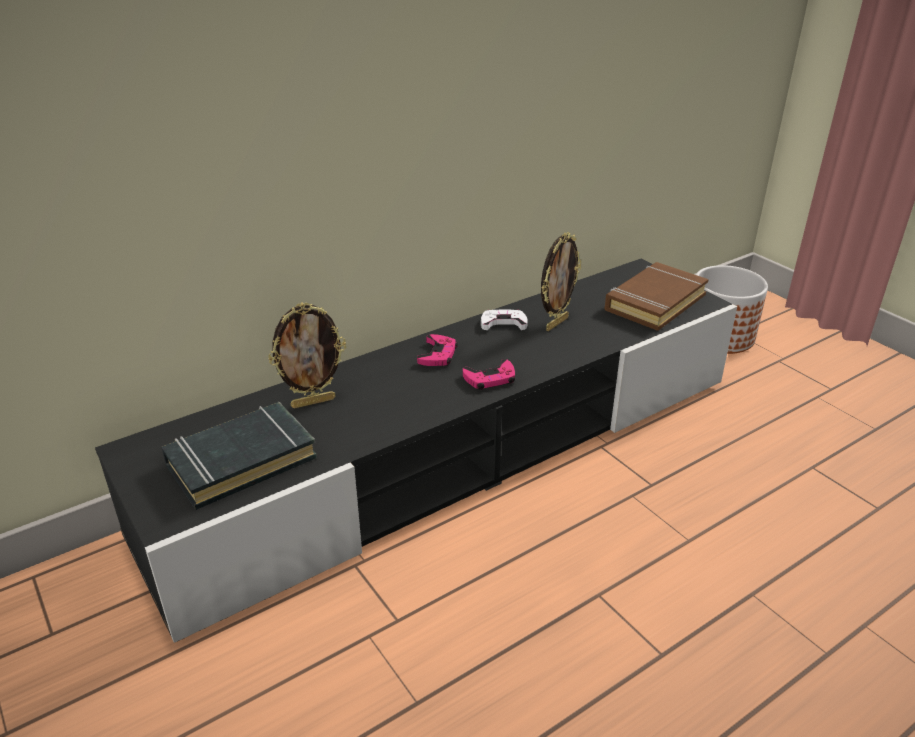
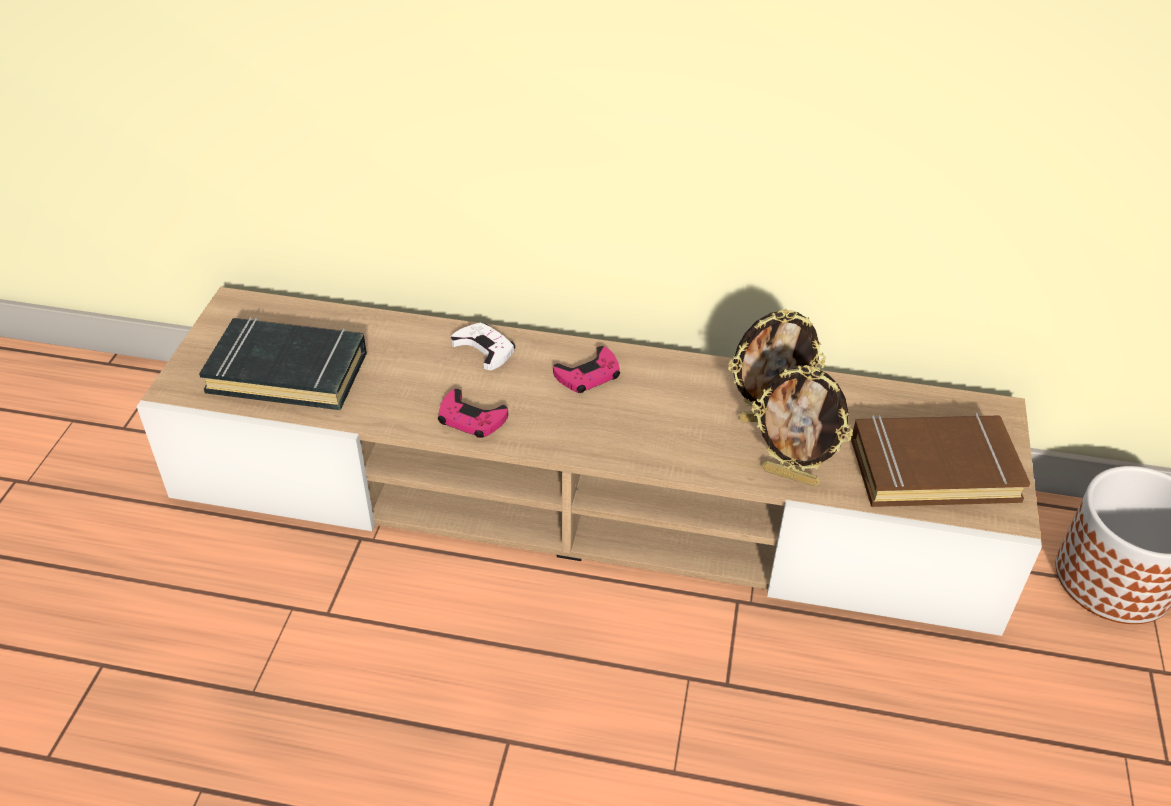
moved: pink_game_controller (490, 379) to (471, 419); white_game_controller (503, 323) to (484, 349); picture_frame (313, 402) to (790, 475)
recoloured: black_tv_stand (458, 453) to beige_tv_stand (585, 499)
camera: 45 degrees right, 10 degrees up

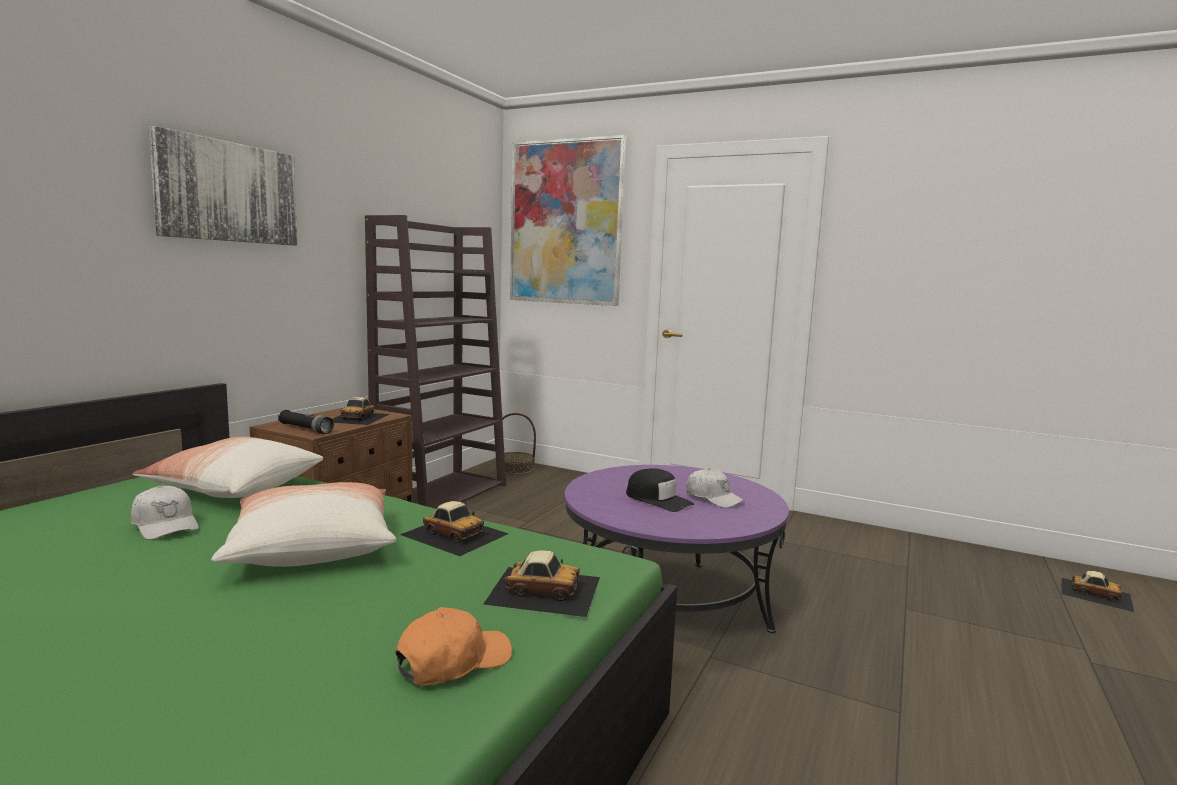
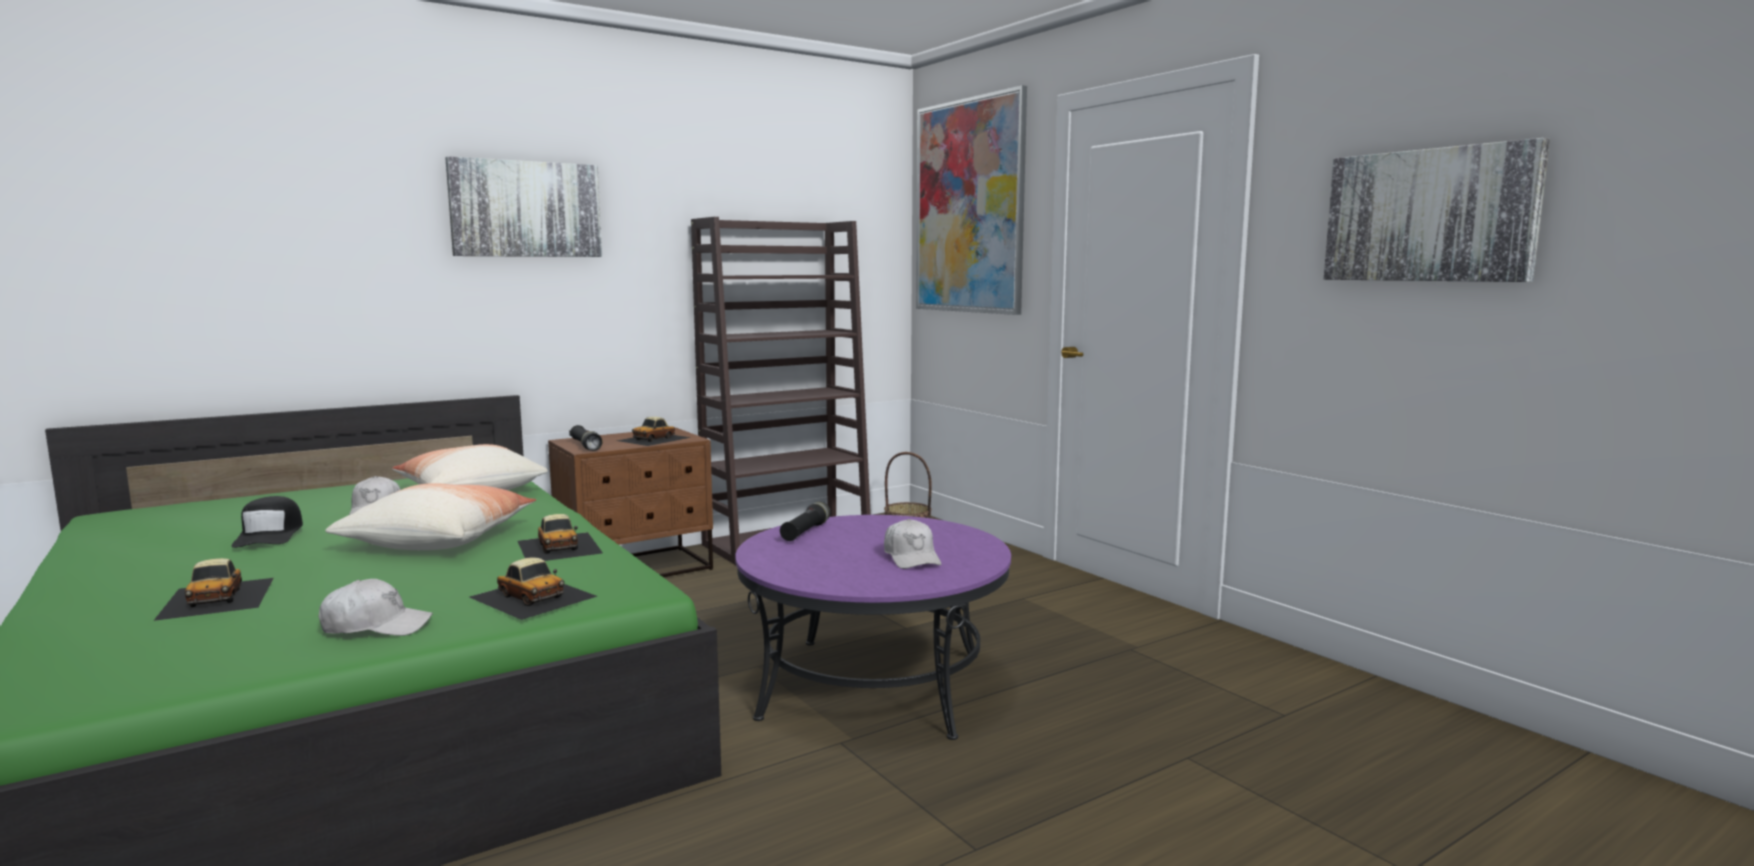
added: black_flashlight (805, 532); picture (1429, 215)
moved: toy_car (1095, 593) to (218, 597); black_cap (658, 500) to (270, 535)
recoloured: orange_cap (453, 662) to white_cap (376, 627)
camera: 30 degrees right, 0 degrees up

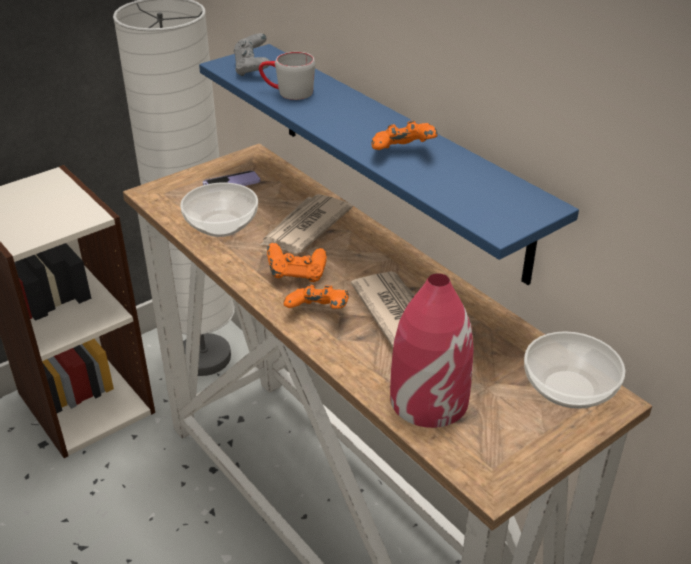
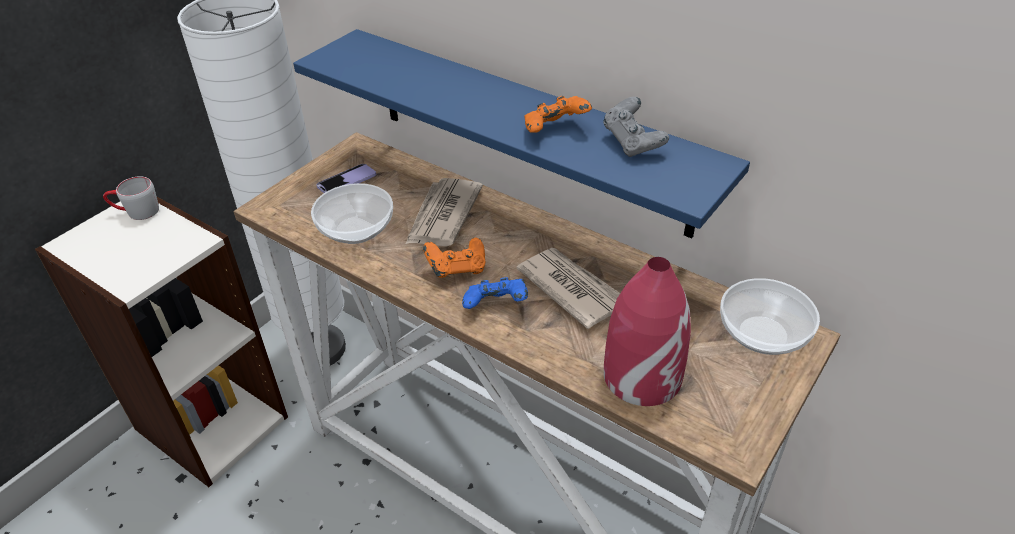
moved: grey_mug (287, 92) to (136, 212); grey_game_controller (252, 69) to (632, 143)
recoloured: orange_game_controller (318, 313) to blue_game_controller (496, 306)
camera: 15 degrees left, 5 degrees up

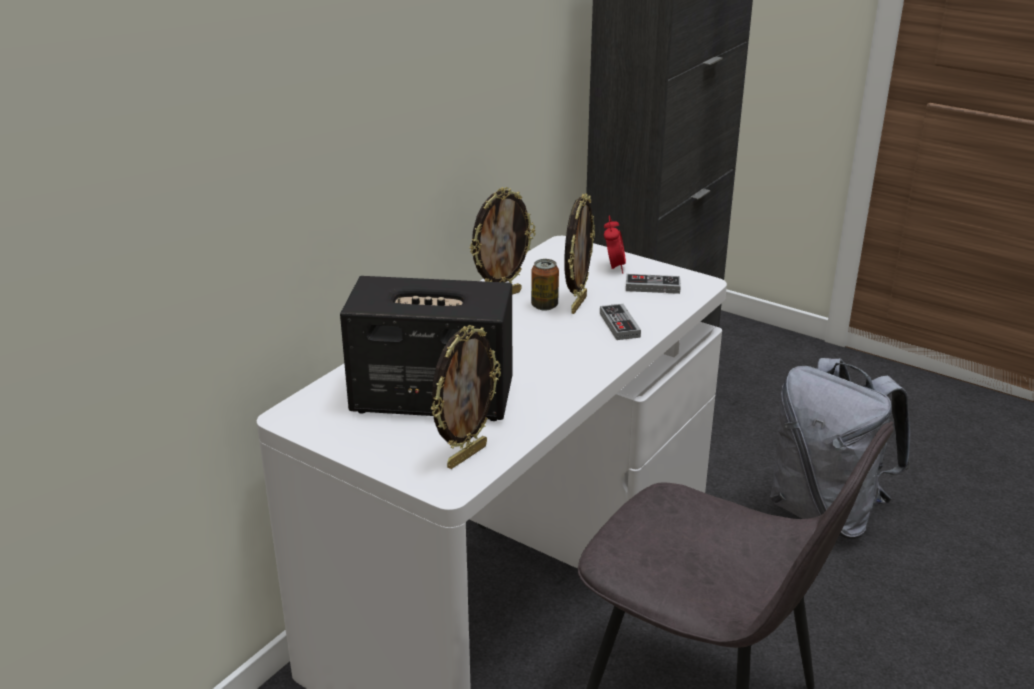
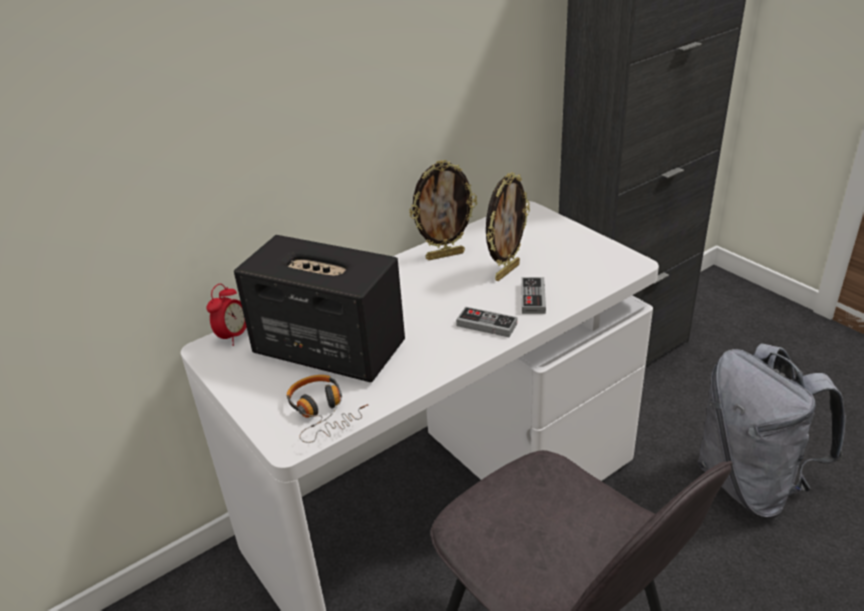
removed: can (544, 306)
moved: alarm_clock (613, 268) to (233, 336); game_controller (652, 287) to (486, 325)
replaced: picture_frame (466, 455) to headphones (323, 413)
camera: 20 degrees right, 5 degrees up

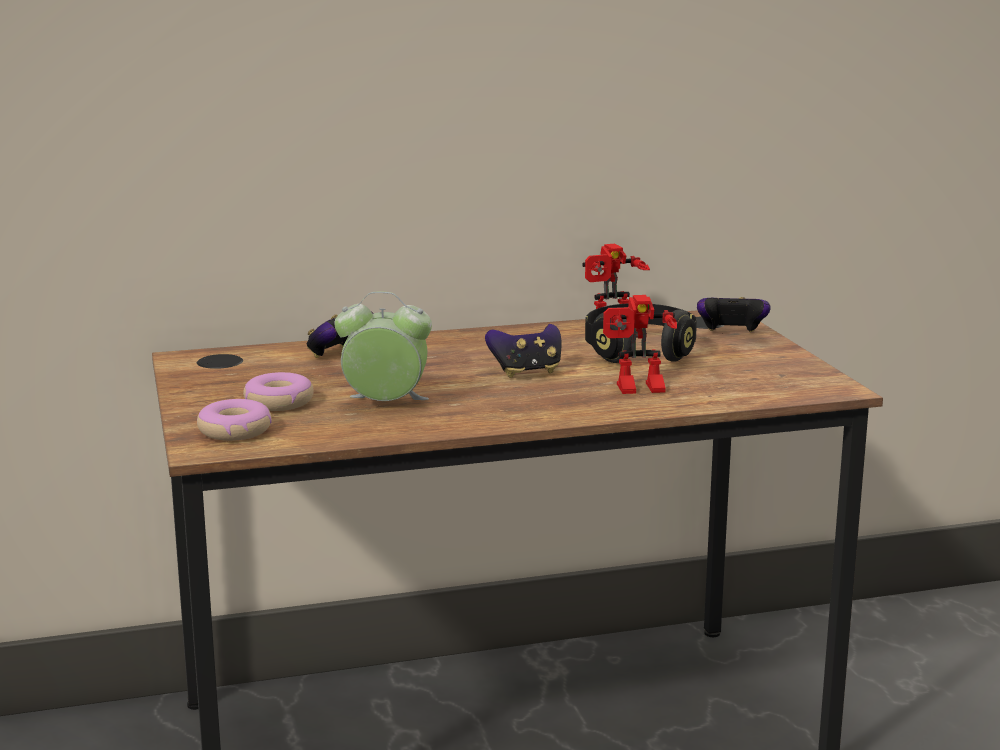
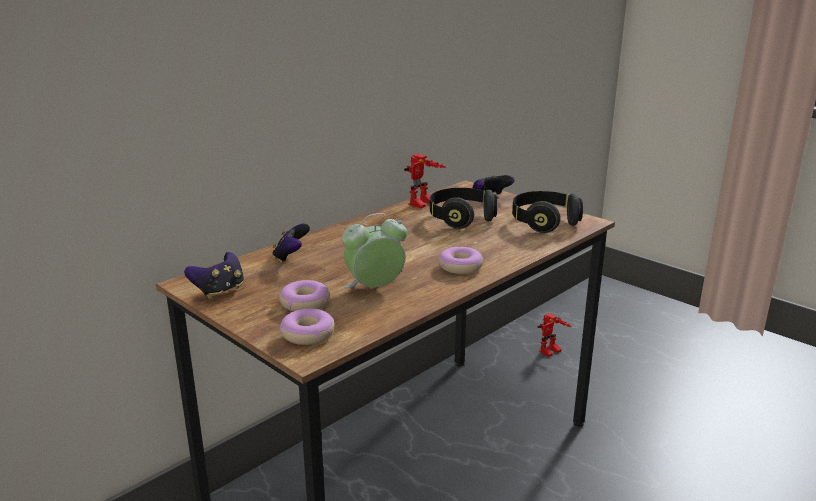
added: donut (460, 267); black_headphones (544, 222)
moved: game_controller (526, 372) to (219, 291); toy_robot (638, 390) to (551, 353)
camera: 30 degrees left, 5 degrees up

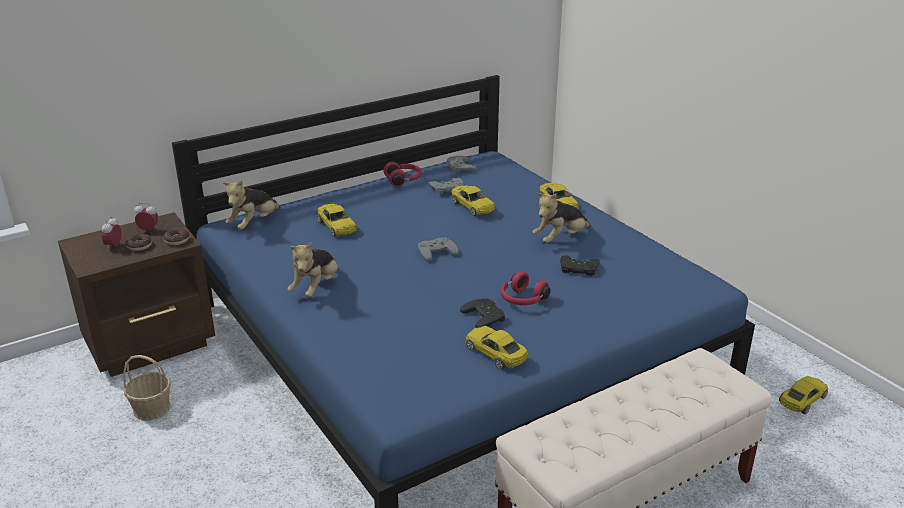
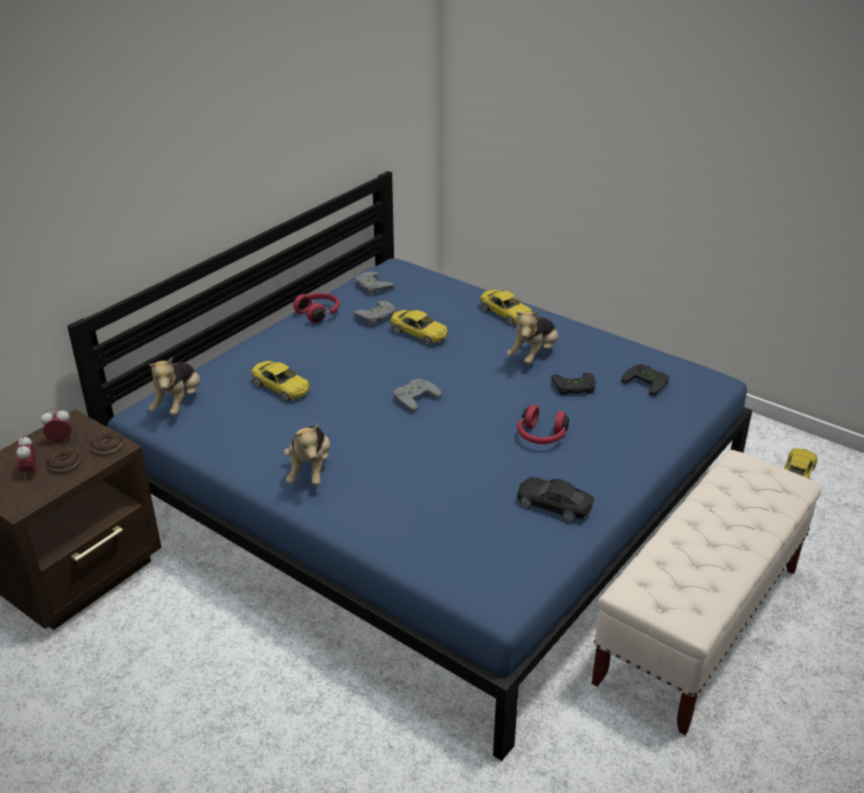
removed: basket (151, 408)
moved: black_game_controller (486, 316) to (648, 381)
recoloured: yellow_toy_car (496, 353) to black_toy_car (554, 505)
camera: 20 degrees left, 5 degrees up

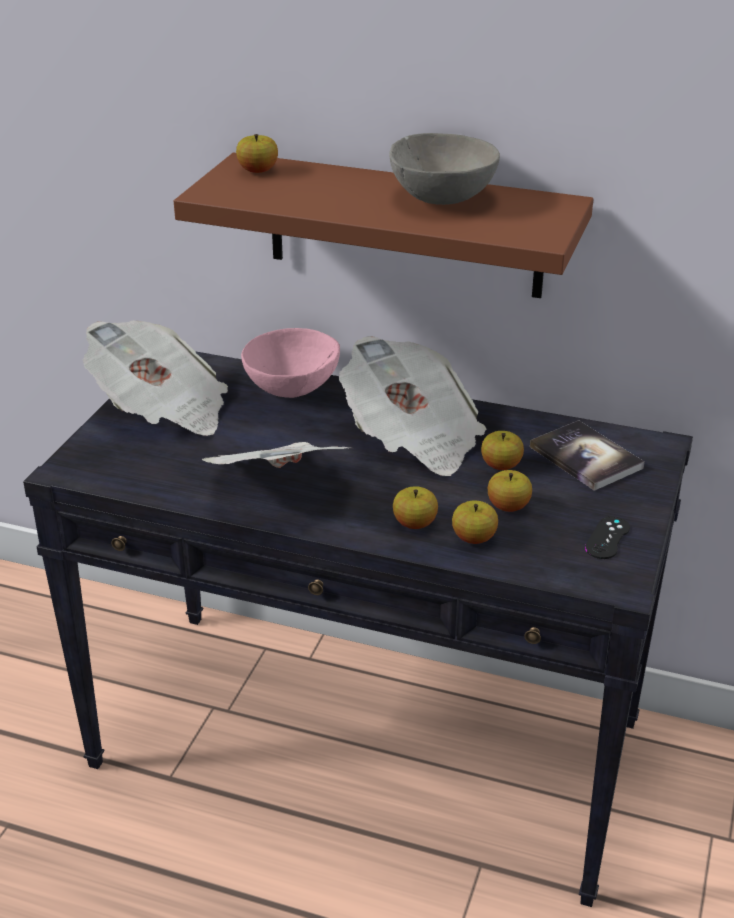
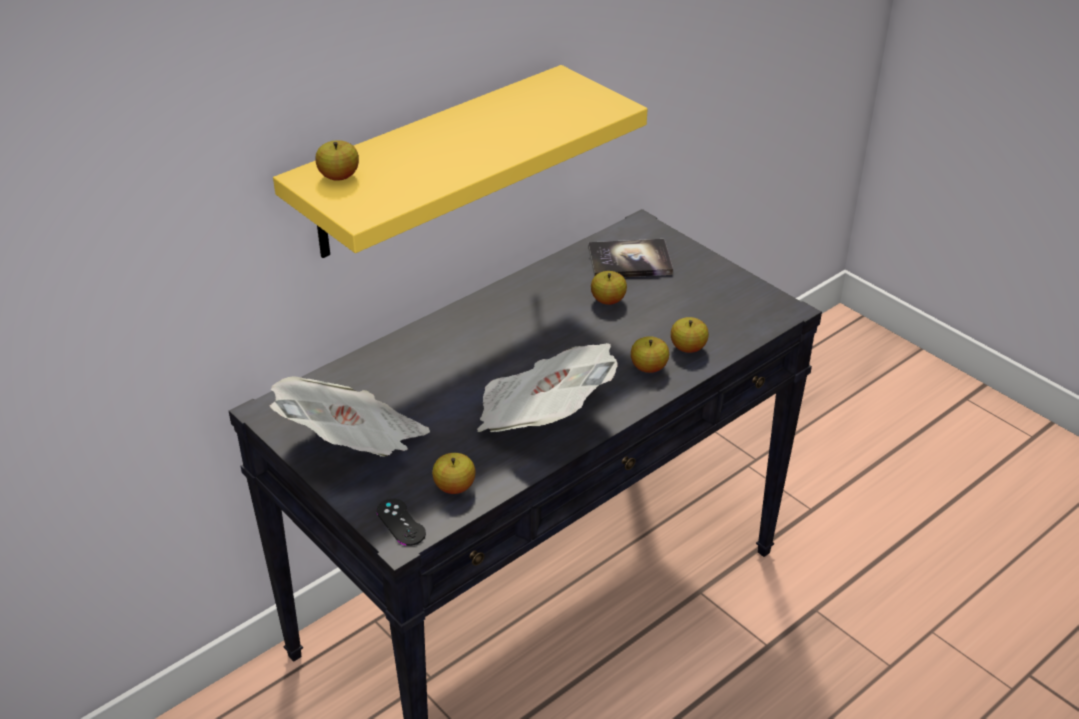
removed: pink_bowl (293, 387); newspaper (413, 438); grey_bowl (442, 199)
moved: black_game_controller (607, 538) to (401, 522); apple (508, 507) to (454, 487)
recoloured: brown_shelf (404, 226) to yellow_shelf (429, 163)
camera: 60 degrees left, 5 degrees up

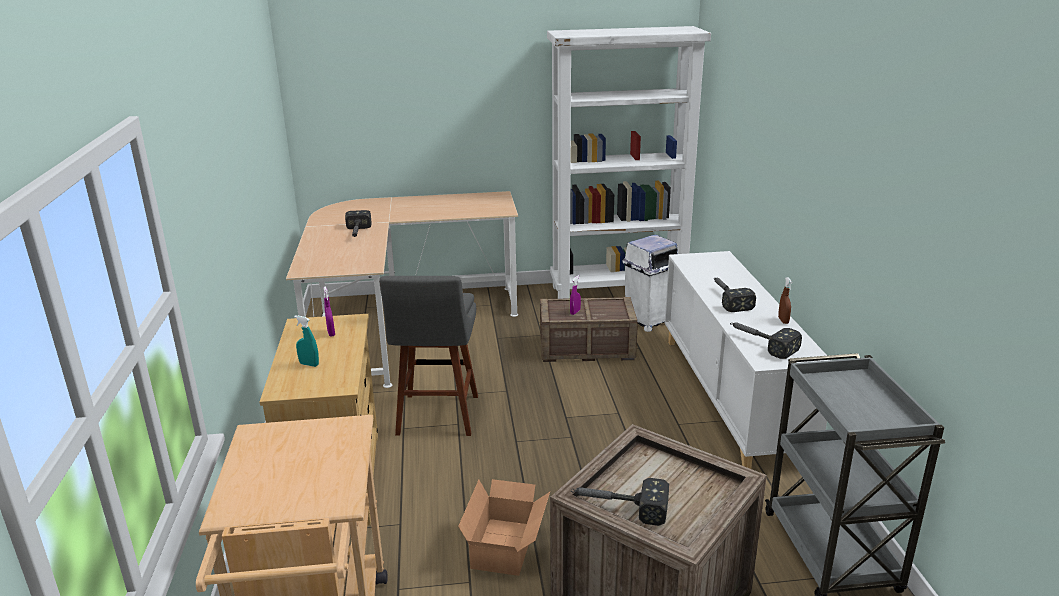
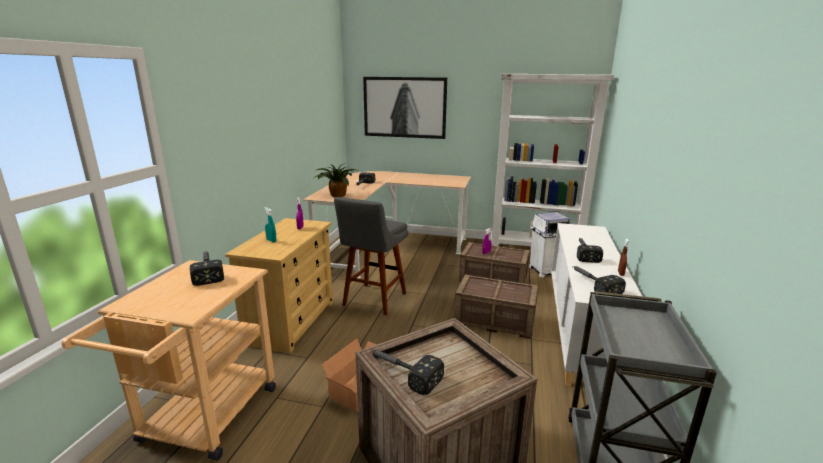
added: hammer (207, 271); potted_plant (336, 195); picture (404, 107); crate (494, 321)
camera: 20 degrees right, 5 degrees down

